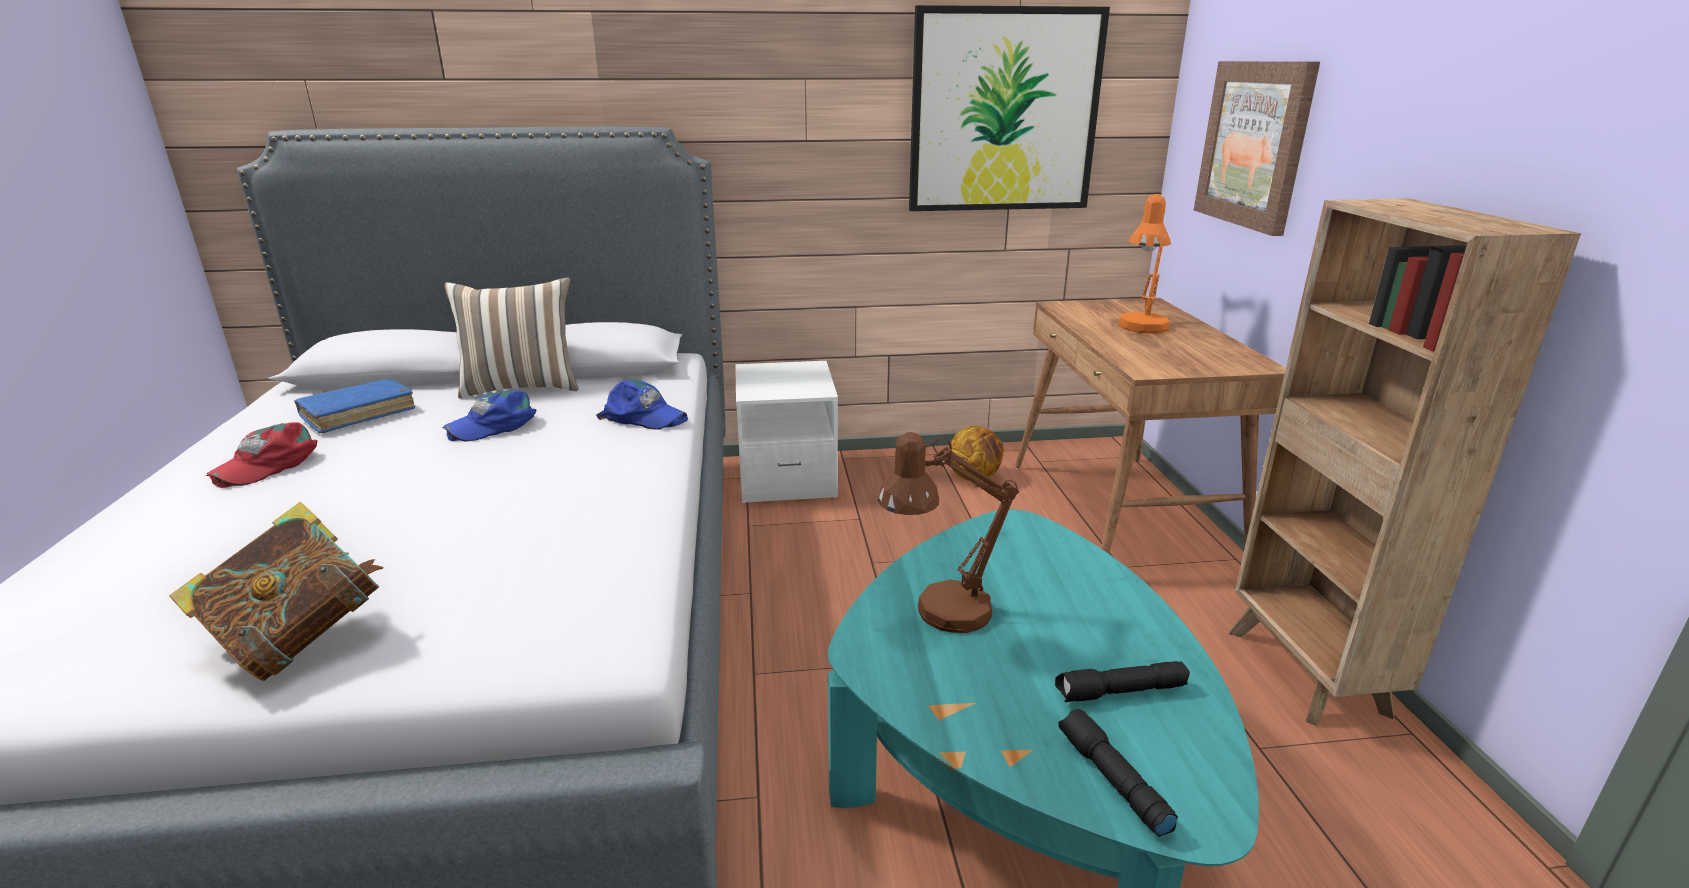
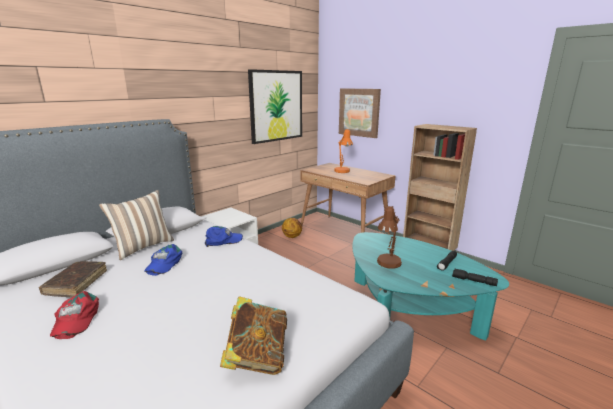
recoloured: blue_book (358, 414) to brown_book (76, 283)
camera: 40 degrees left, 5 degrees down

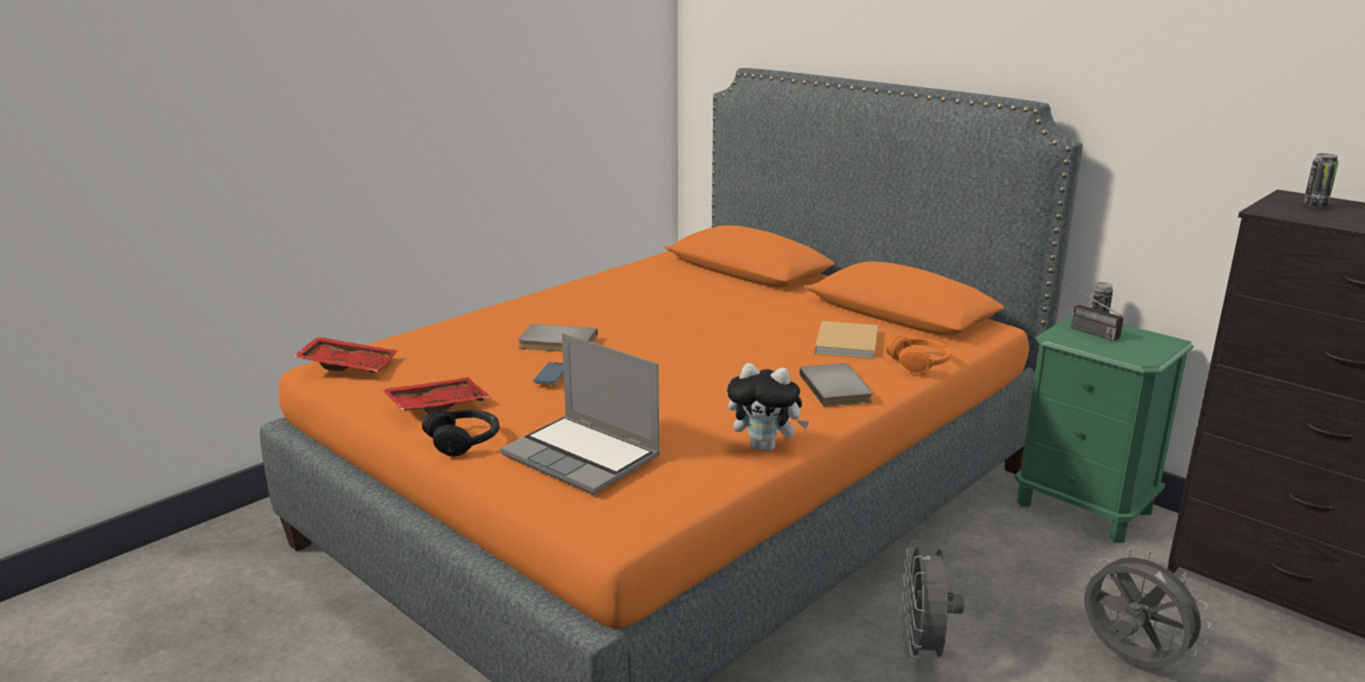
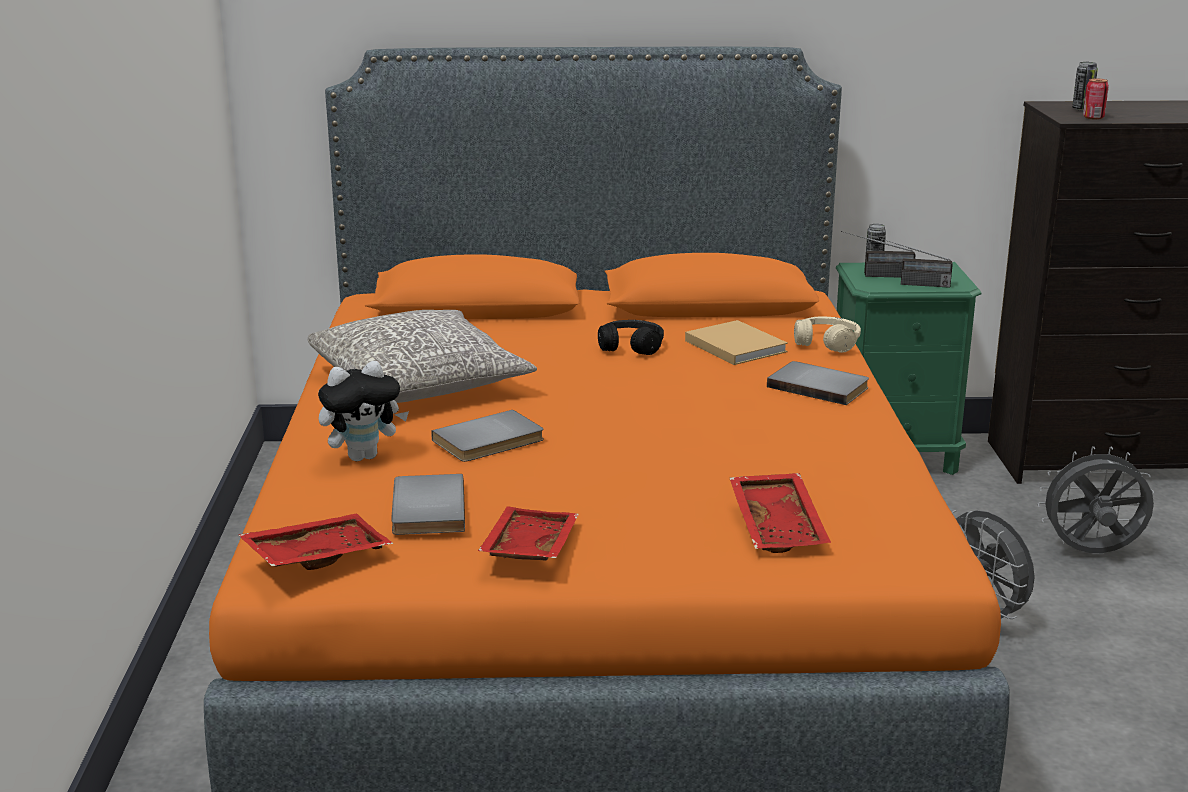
removed: phone (551, 376)
added: grey_pillow (420, 383); grey_book (425, 509); radio (911, 284); can (1093, 118)
moved: plush_toy (765, 447) to (363, 456); black_headphones (464, 441) to (631, 346)
replaced: laptop (584, 456) to red_tray (780, 526)
recoloured: orange_headphones (919, 363) to beige_headphones (827, 343)
camera: 45 degrees left, 0 degrees up

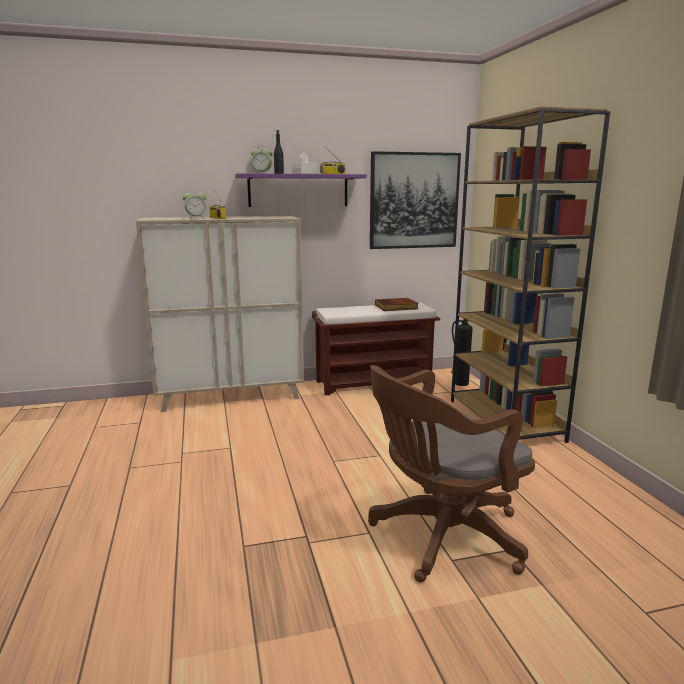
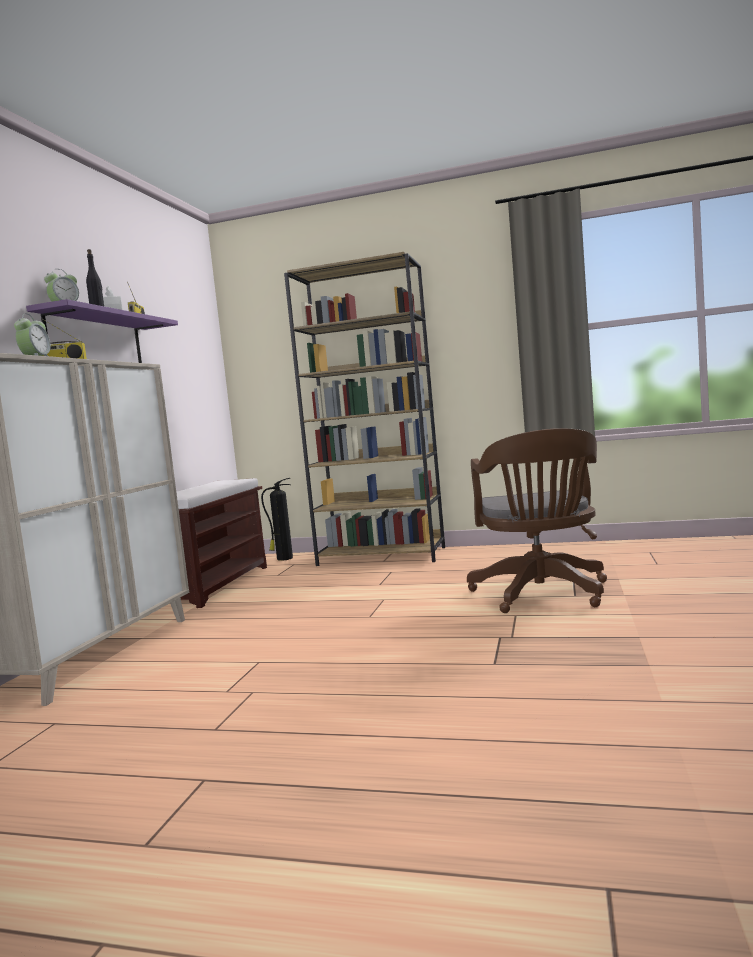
removed: picture (414, 201); book (396, 307)
camera: 60 degrees left, 10 degrees down

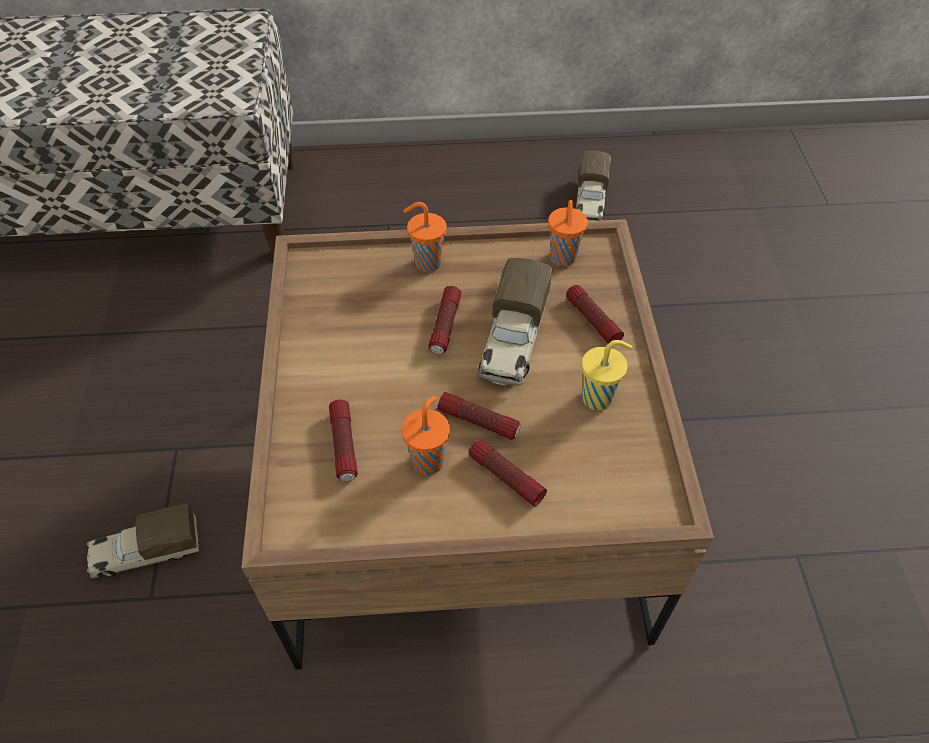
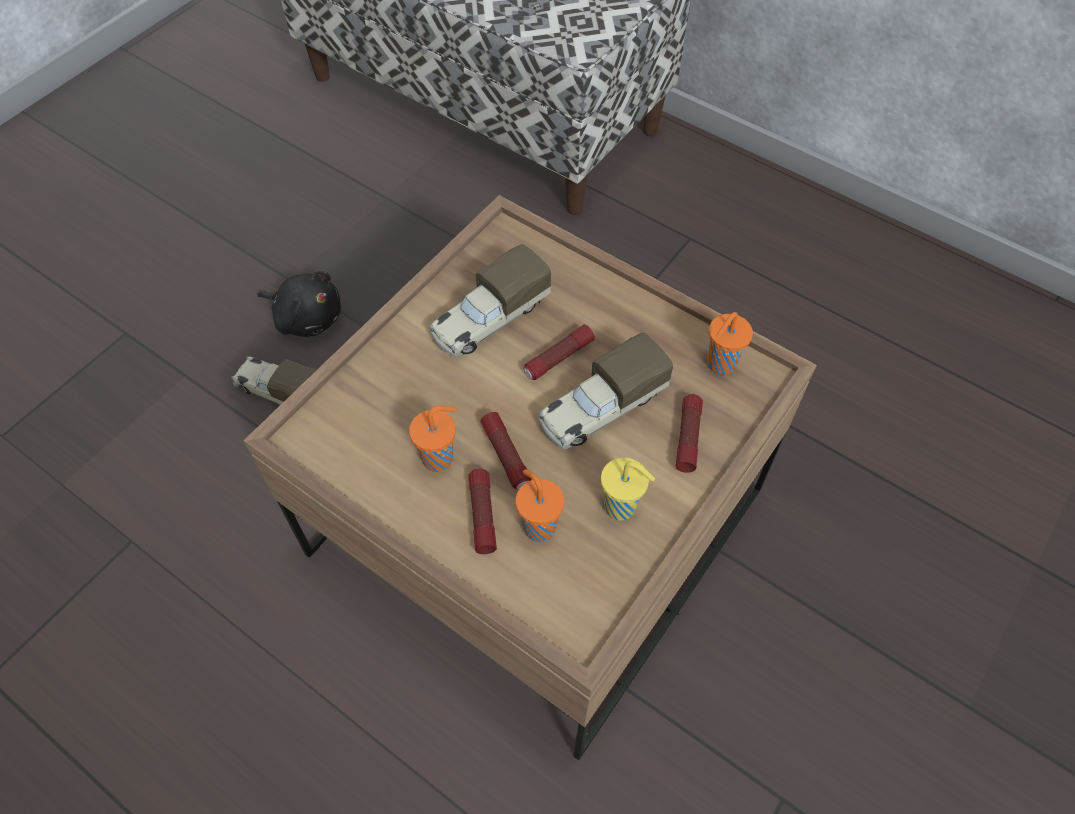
removed: flashlight (344, 446)
added: black_plush_toy (307, 317)
moved: toy_truck (590, 202) to (489, 320); orange_cup (426, 263) to (538, 525)
camera: 40 degrees right, 5 degrees up

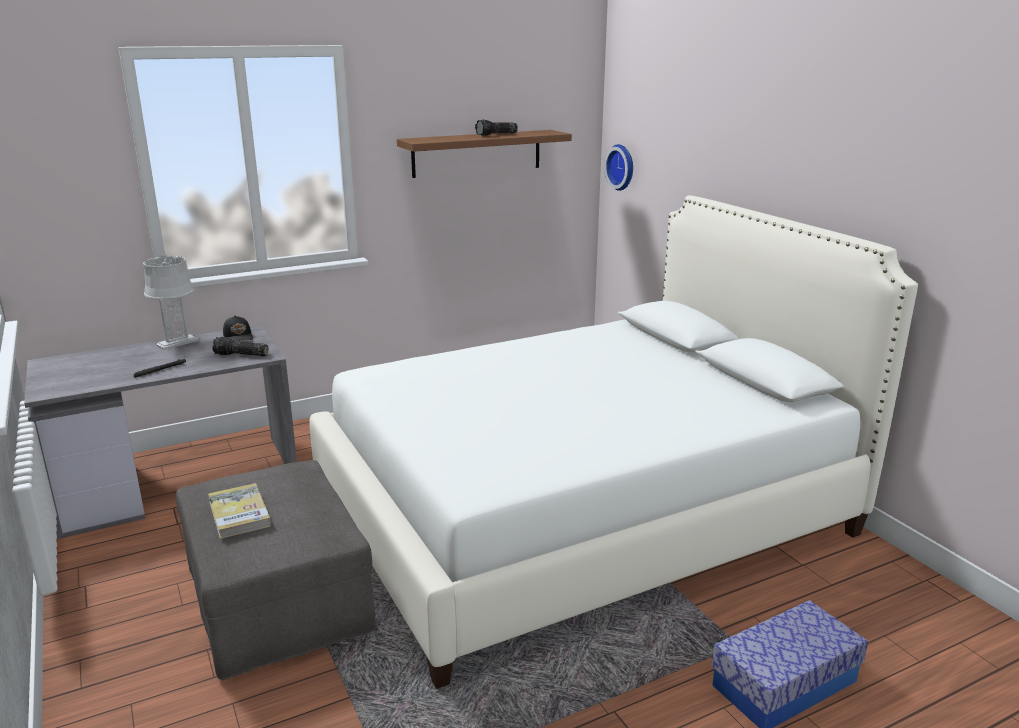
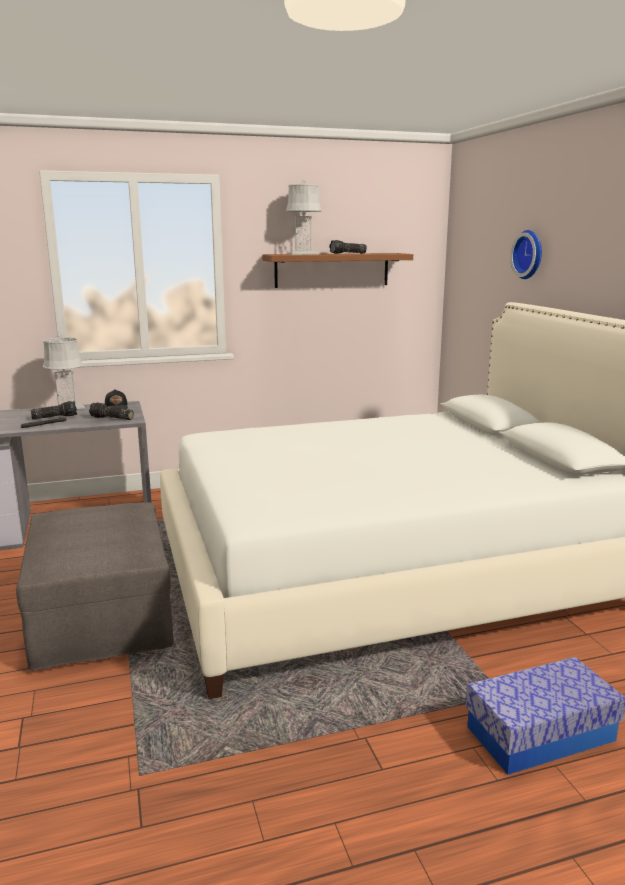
removed: book (239, 514)
added: flashlight (55, 417); grey_table_lamp (303, 254)
moved: wall_clock (622, 167) to (530, 254)
camera: 10 degrees right, 5 degrees down

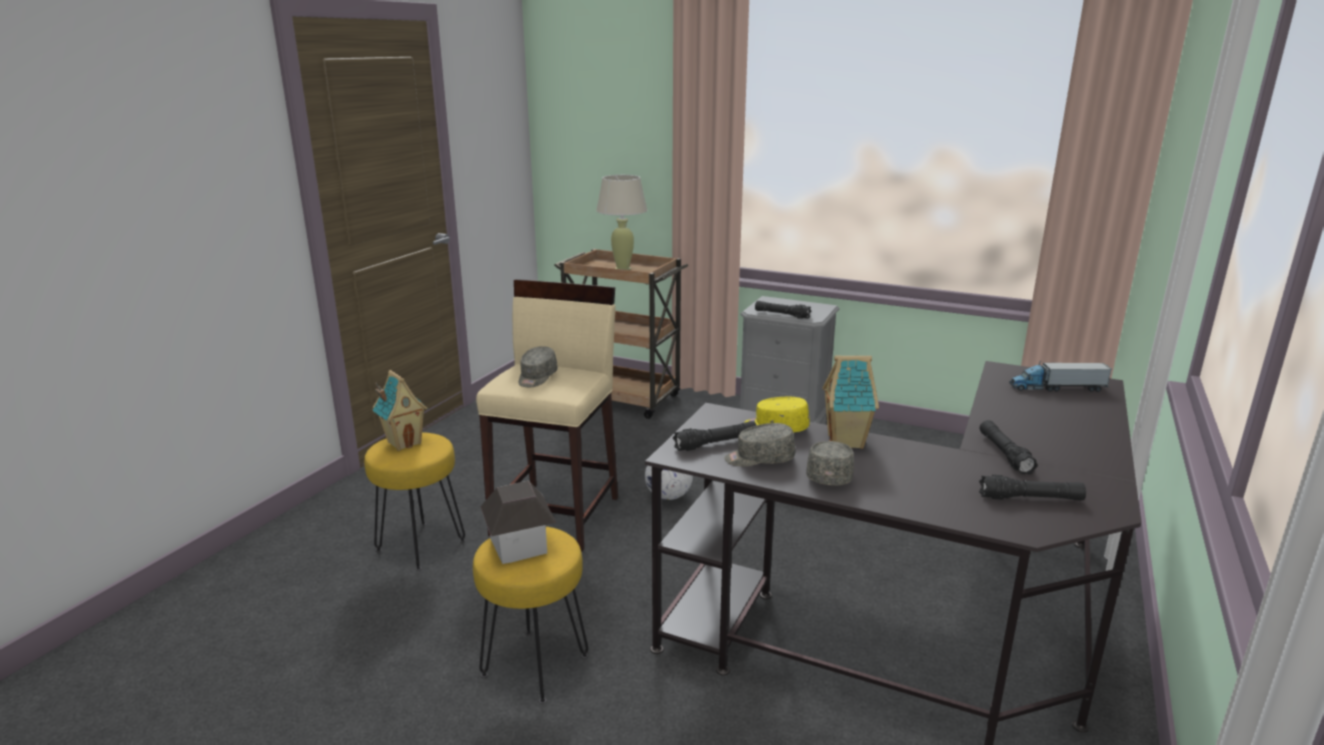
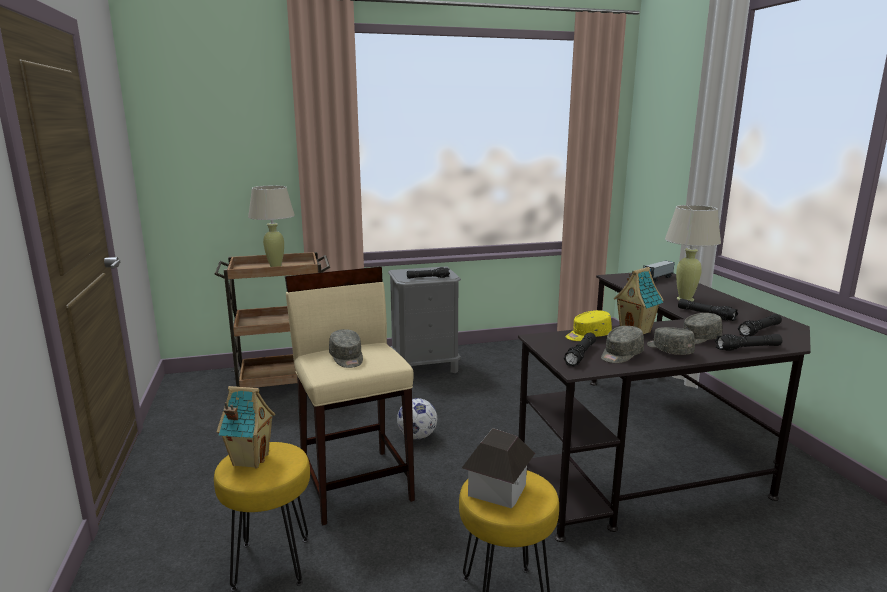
added: beige_table_lamp (685, 299); grey_cap (697, 339); black_flashlight (748, 348)
camera: 40 degrees left, 5 degrees down

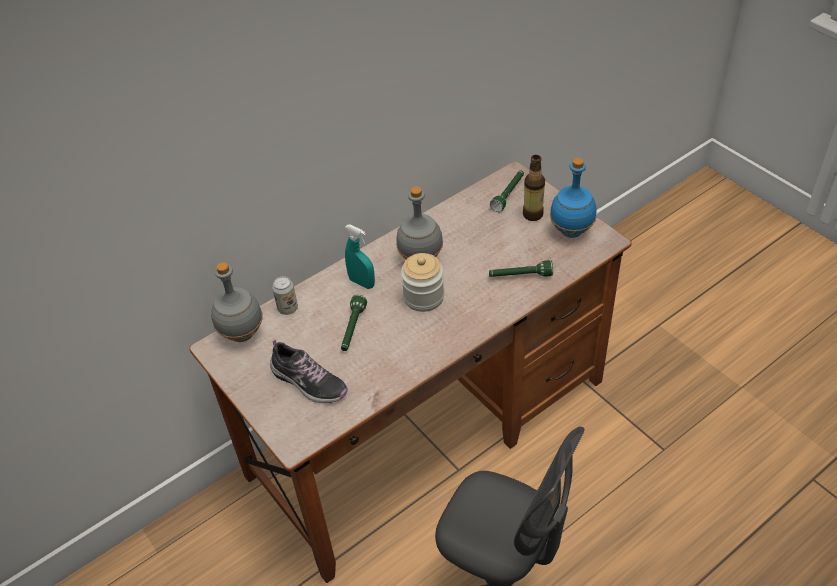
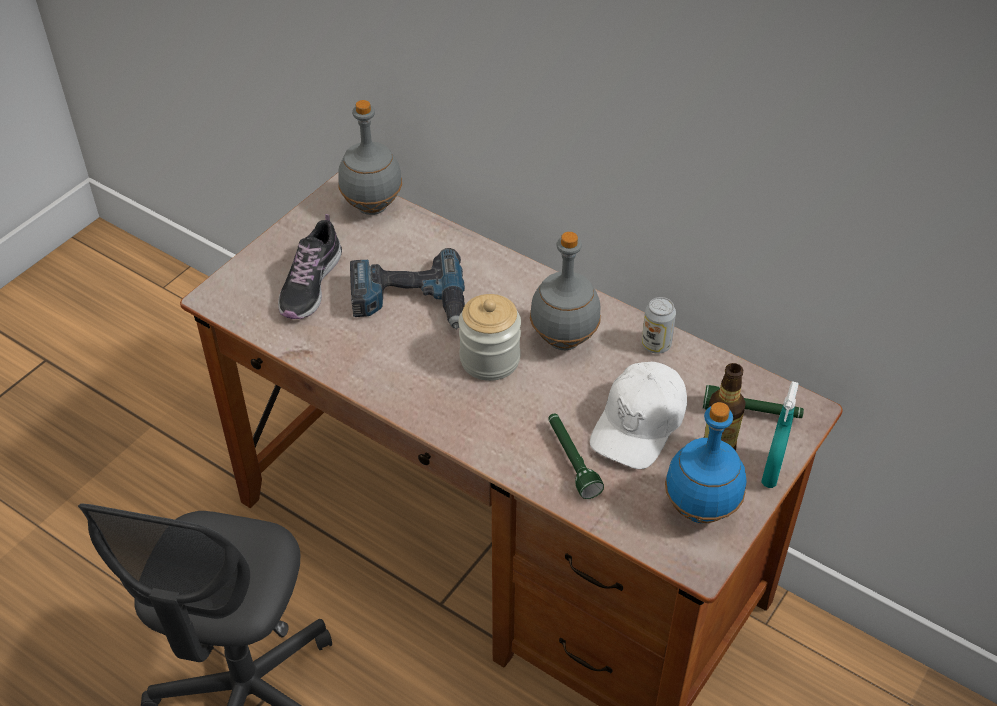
added: white_cap (639, 424)
moved: can (287, 308) to (656, 345); turquoise_spray_bottle (362, 282) to (771, 472)
replaced: green_flashlight (352, 329) to power_drill (409, 302)
camera: 70 degrees right, 0 degrees up

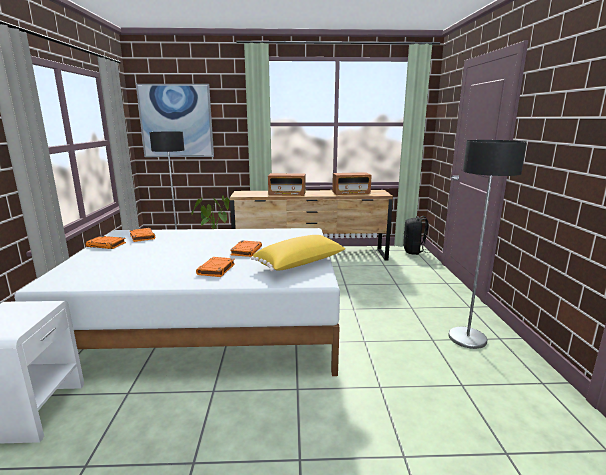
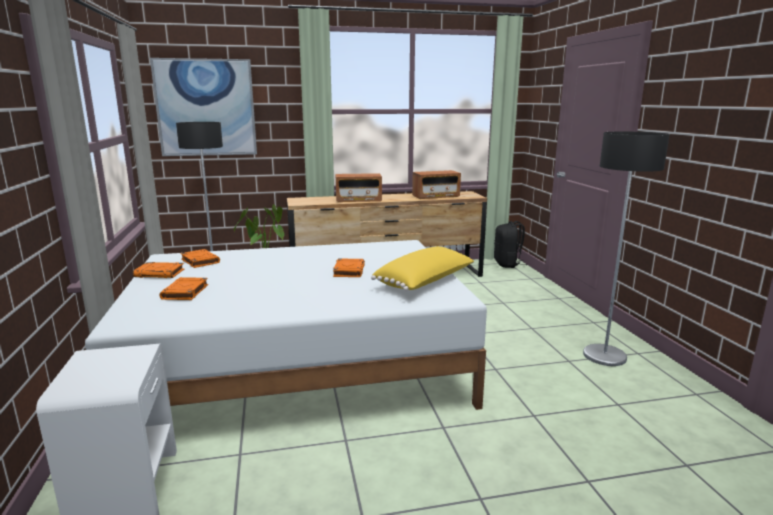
moved: orange_book (216, 269) to (185, 292)
camera: 10 degrees left, 0 degrees up

